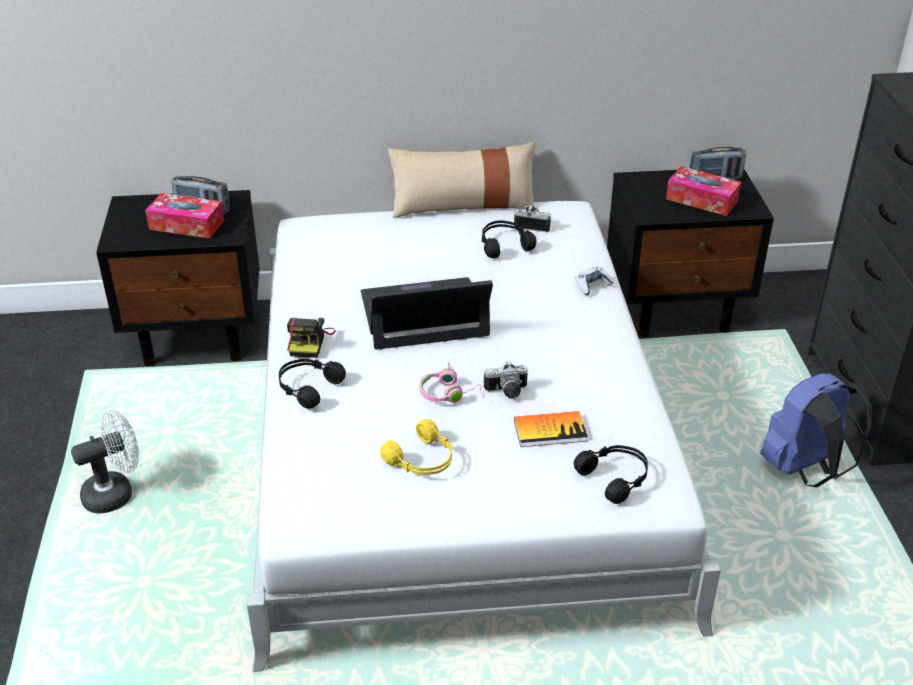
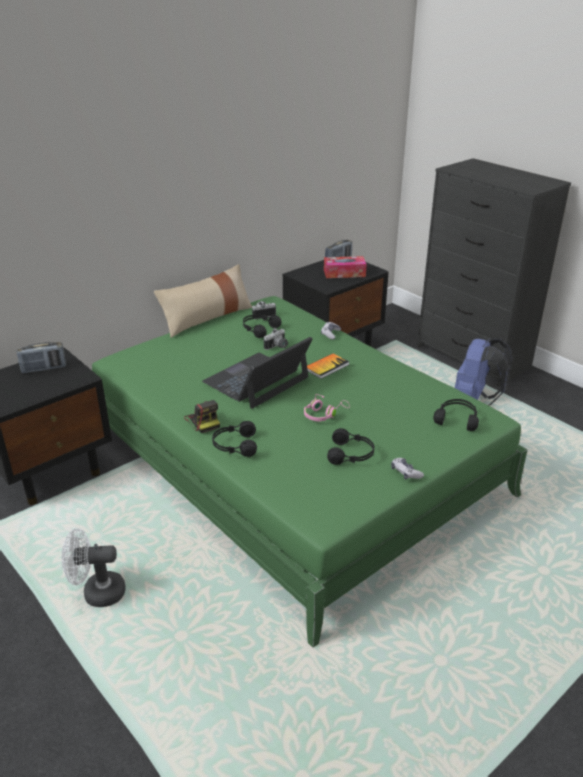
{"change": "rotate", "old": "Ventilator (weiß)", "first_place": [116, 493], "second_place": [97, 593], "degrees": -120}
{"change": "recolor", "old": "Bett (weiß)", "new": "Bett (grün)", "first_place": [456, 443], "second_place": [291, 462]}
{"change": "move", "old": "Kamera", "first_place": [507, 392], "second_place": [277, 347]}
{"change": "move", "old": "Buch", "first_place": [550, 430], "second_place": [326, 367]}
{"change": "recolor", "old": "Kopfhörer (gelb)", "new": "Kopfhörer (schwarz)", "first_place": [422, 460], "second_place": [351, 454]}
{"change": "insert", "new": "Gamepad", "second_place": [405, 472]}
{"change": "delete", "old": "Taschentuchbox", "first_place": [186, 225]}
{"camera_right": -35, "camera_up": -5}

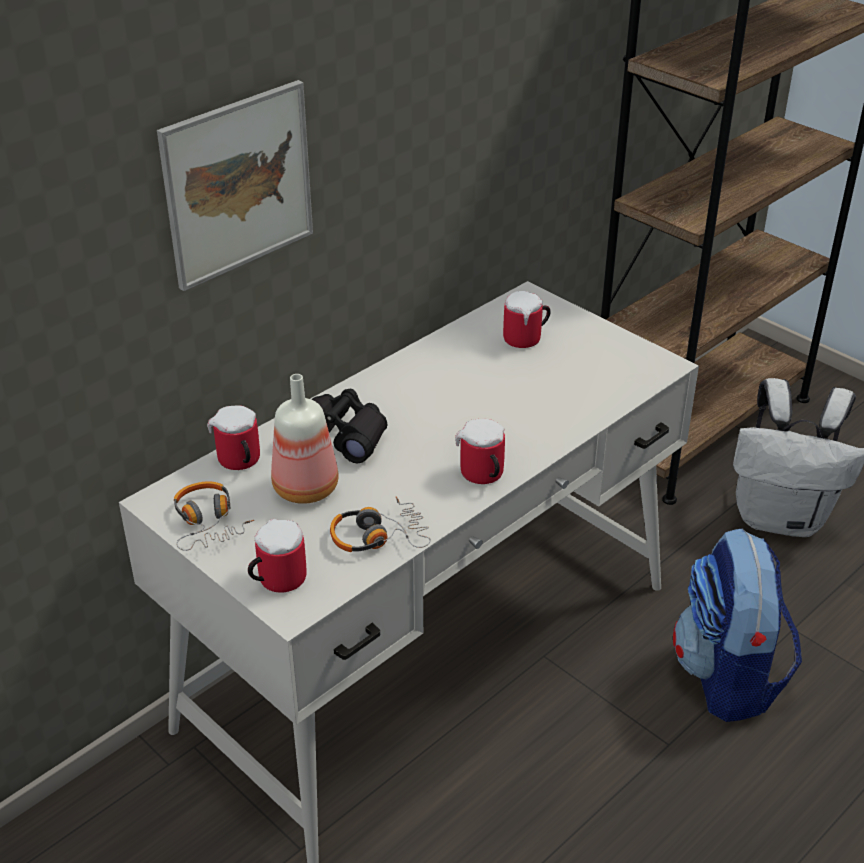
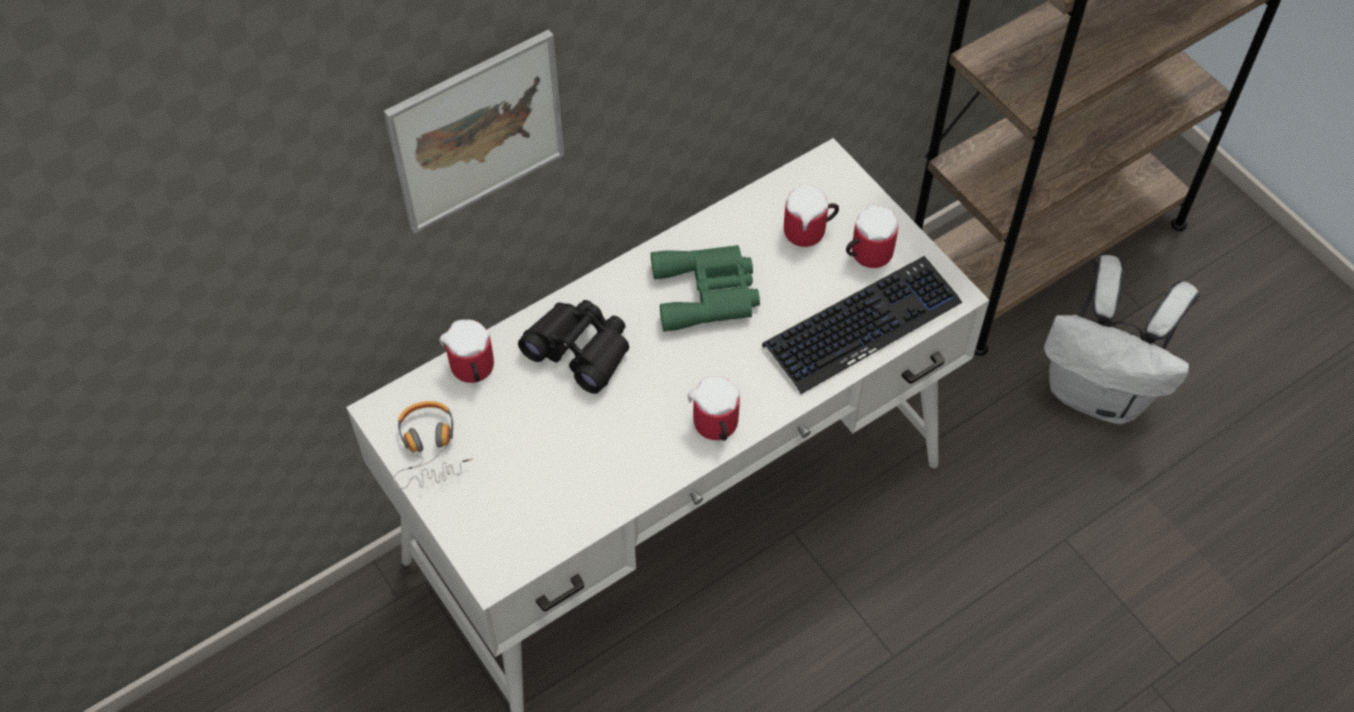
{"change": "insert", "new": "Fernglas (grün)", "second_place": [708, 293]}
{"change": "insert", "new": "Tastatur", "second_place": [862, 325]}
{"change": "move", "old": "Henkelbecher", "first_place": [276, 579], "second_place": [865, 253]}
{"change": "delete", "old": "Flasche", "first_place": [307, 487]}
{"change": "delete", "old": "Kopfhörer", "first_place": [378, 536]}
{"change": "delete", "old": "Rucksack", "first_place": [728, 677]}
{"camera_right": 10, "camera_up": 20}

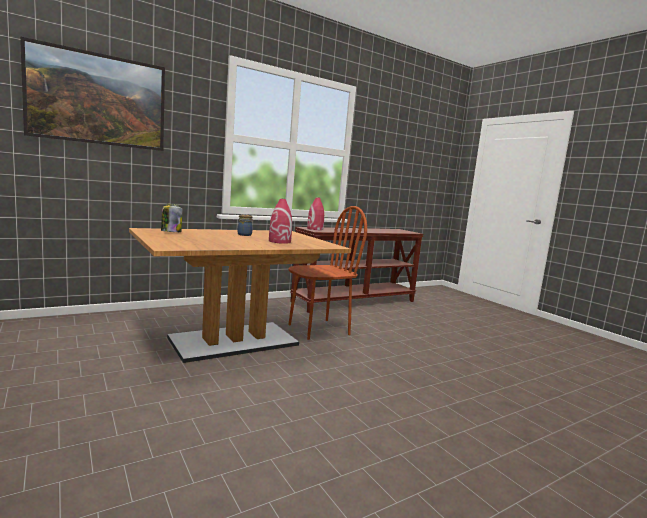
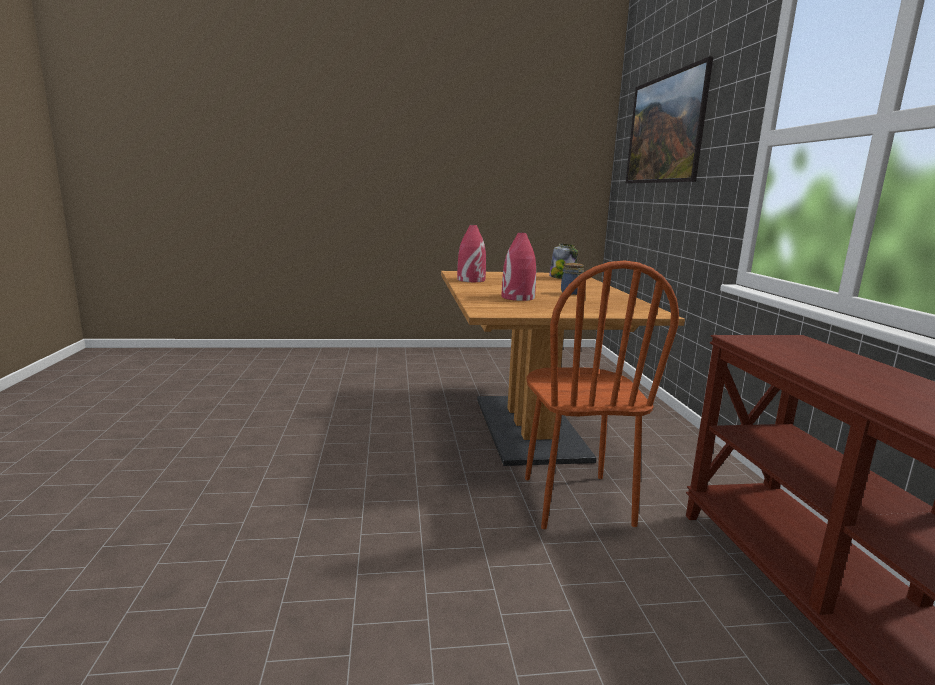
{"change": "move", "old": "Vase (rot)", "first_place": [315, 229], "second_place": [470, 280]}
{"camera_right": 115, "camera_up": 5}

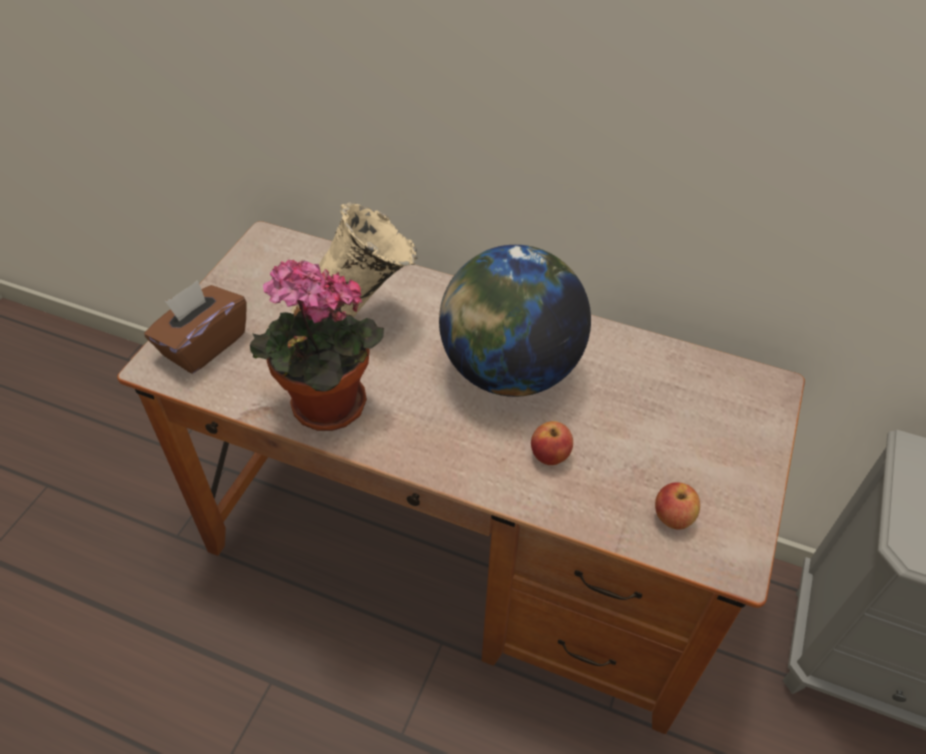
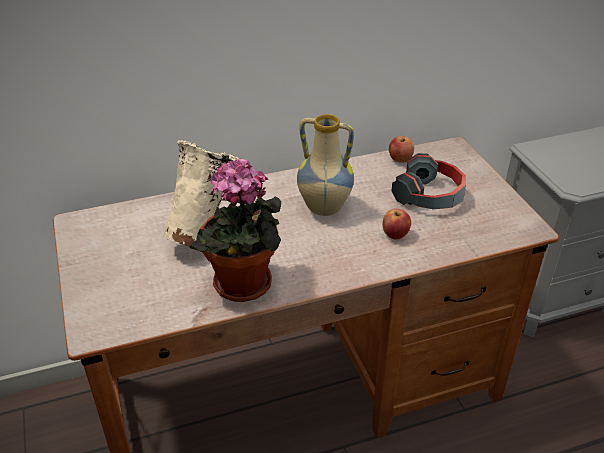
{"change": "replace", "old": "Globus", "new": "Vase", "first_place": [509, 370], "second_place": [323, 209]}
{"change": "move", "old": "Apfel", "first_place": [672, 517], "second_place": [400, 160]}
{"change": "insert", "new": "Kopfhörer", "second_place": [430, 196]}
{"change": "delete", "old": "Taschentuchbox (braun)", "first_place": [203, 344]}
{"camera_right": -40, "camera_up": -10}

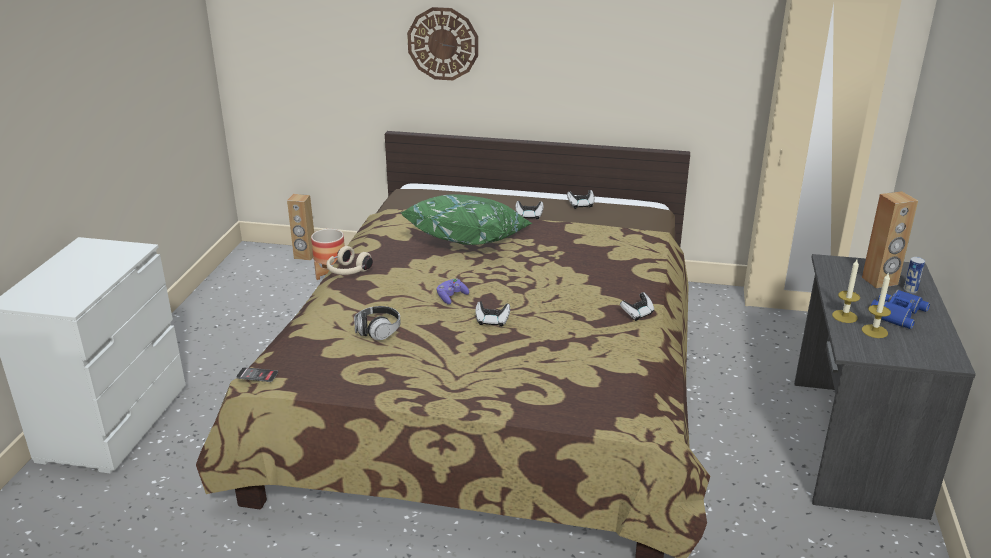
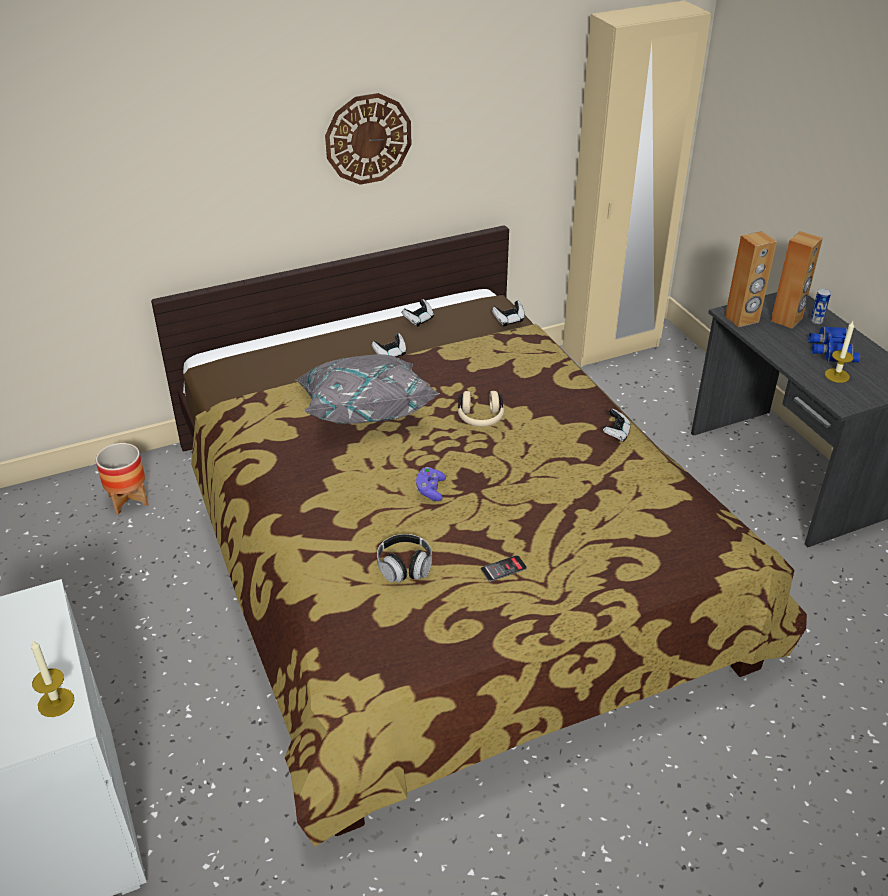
{"change": "move", "old": "Kerze", "first_place": [844, 316], "second_place": [56, 702]}
{"change": "recolor", "old": "Kissen (grün)", "new": "Kissen (grau)", "first_place": [470, 240], "second_place": [364, 409]}
{"change": "move", "old": "Wanduhr", "first_place": [443, 43], "second_place": [368, 139]}
{"change": "move", "old": "Kopfhörer (beige)", "first_place": [348, 271], "second_place": [480, 419]}
{"change": "move", "old": "Handy", "first_place": [257, 375], "second_place": [503, 569]}
{"change": "move", "old": "Gamepad", "first_place": [492, 321], "second_place": [509, 320]}
{"change": "move", "old": "Lautsprecher (braun)", "first_place": [305, 256], "second_place": [742, 319]}
{"camera_right": -35, "camera_up": 10}

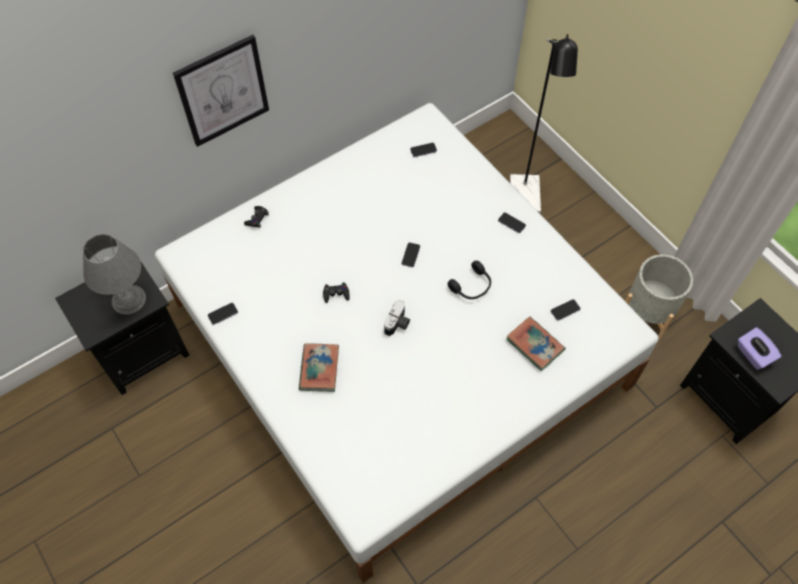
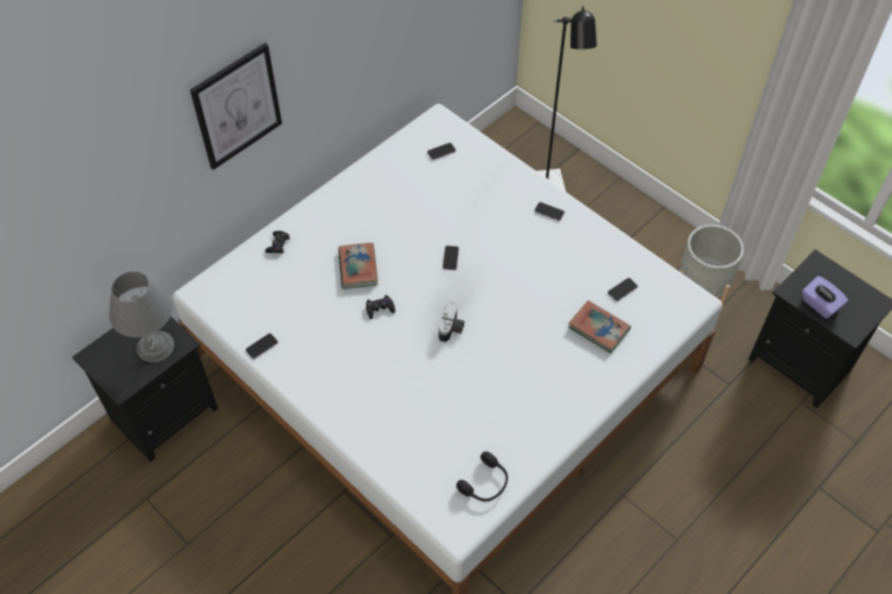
{"change": "move", "old": "Buch", "first_place": [319, 369], "second_place": [358, 268]}
{"change": "move", "old": "Kopfhörer (schwarz)", "first_place": [472, 286], "second_place": [485, 484]}
{"camera_right": -10, "camera_up": -5}

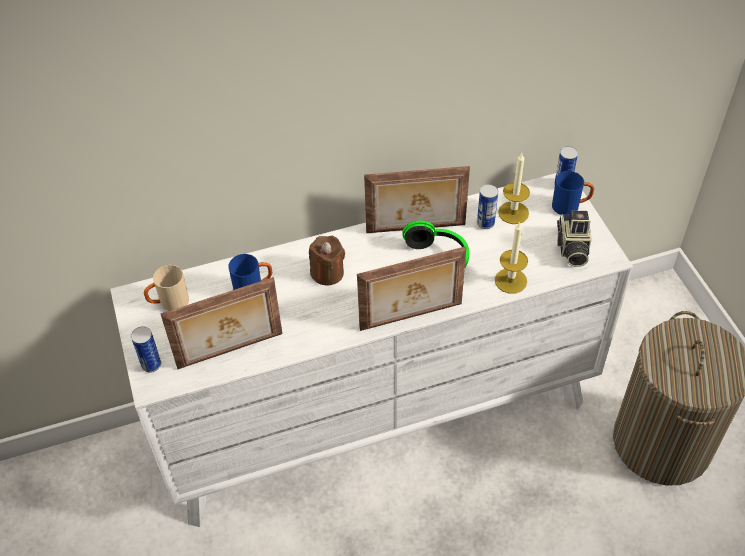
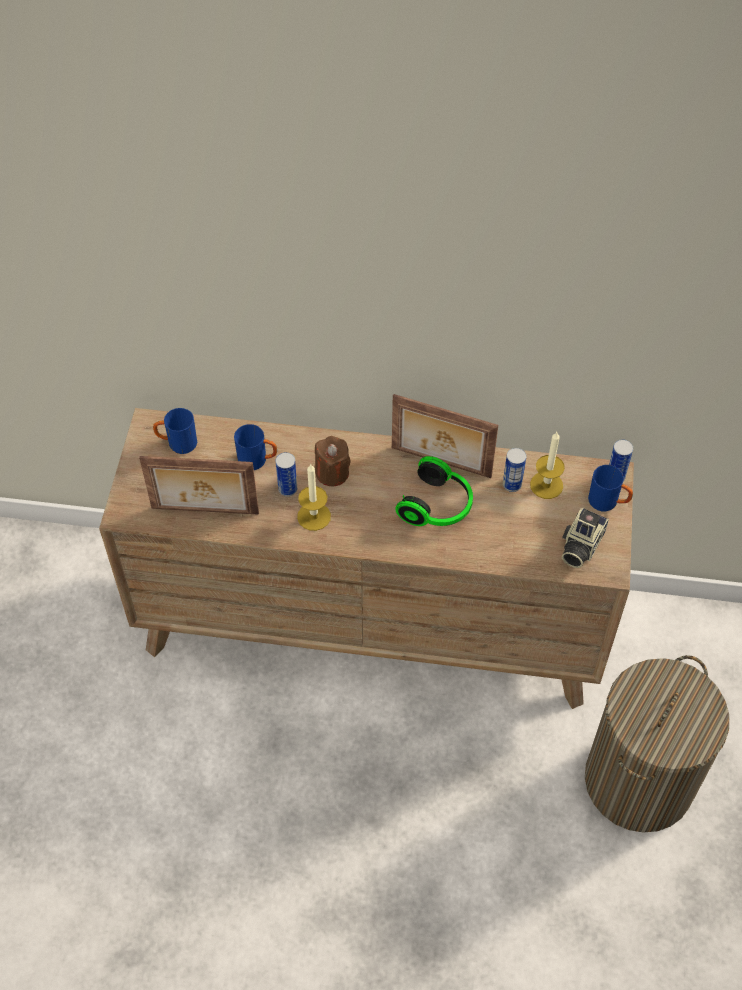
{"change": "recolor", "old": "Kommode (weiß)", "new": "Kommode (braun)", "first_place": [377, 413], "second_place": [371, 624]}
{"change": "recolor", "old": "Henkelbecher (beige)", "new": "Henkelbecher (blau)", "first_place": [169, 303], "second_place": [177, 443]}
{"change": "move", "old": "Dose", "first_place": [151, 365], "second_place": [287, 489]}
{"change": "move", "old": "Kerze", "first_place": [510, 280], "second_place": [314, 516]}
{"change": "delete", "old": "Bilderrahmen", "first_place": [411, 318]}
{"camera_right": 25, "camera_up": 5}

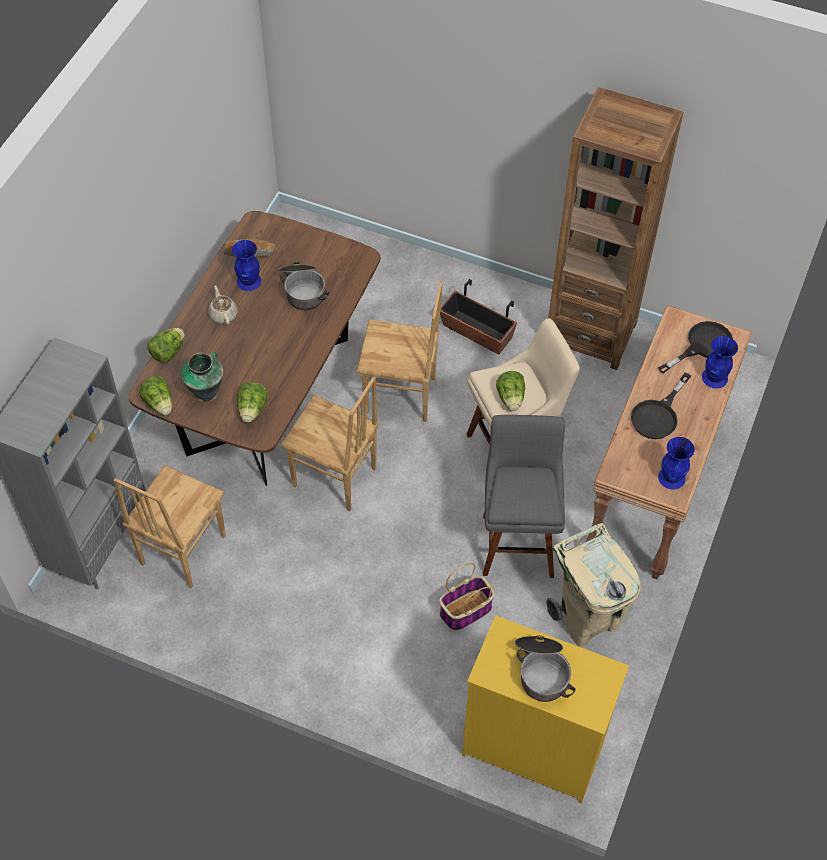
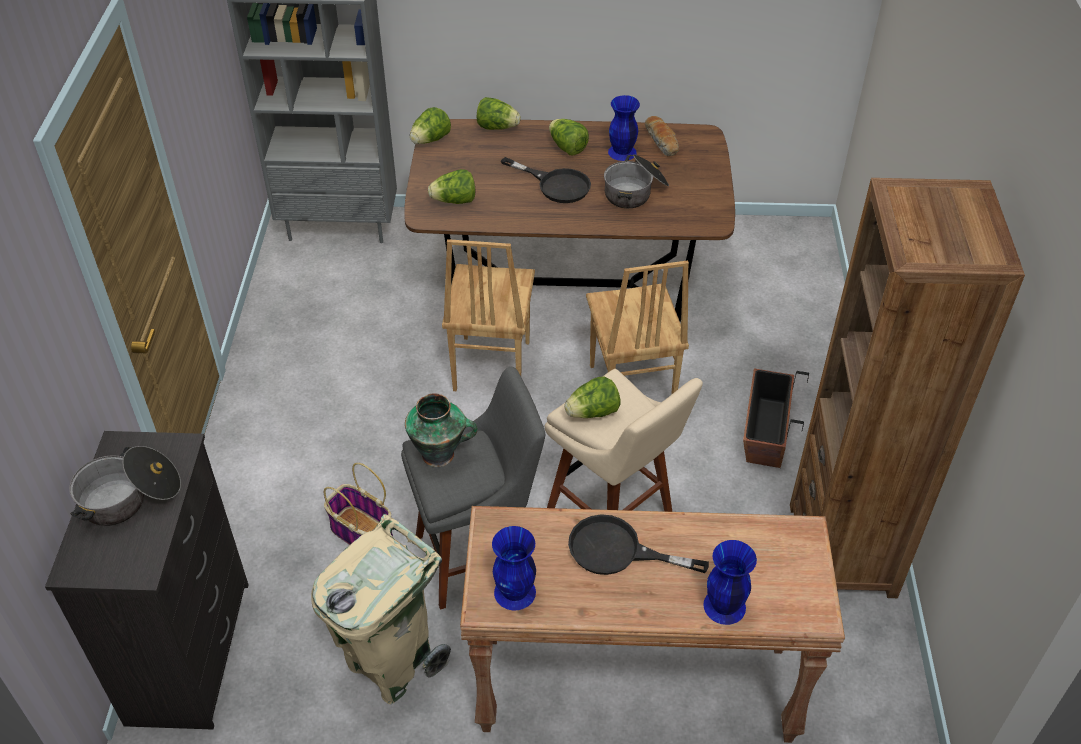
{"change": "recolor", "old": "Kommode (gelb)", "new": "Kommode (schwarz)", "first_place": [531, 748], "second_place": [190, 650]}
{"change": "move", "old": "Vase", "first_place": [207, 392], "second_place": [440, 454]}
{"change": "move", "old": "Pfanne (schwarz)", "first_place": [702, 346], "second_place": [556, 184]}
{"change": "replace", "old": "Teekanne (beige)", "new": "Salatkopf", "first_place": [223, 314], "second_place": [567, 147]}
{"change": "delete", "old": "Stuhl (braun)", "first_place": [181, 550]}
{"camera_right": 70, "camera_up": -10}

